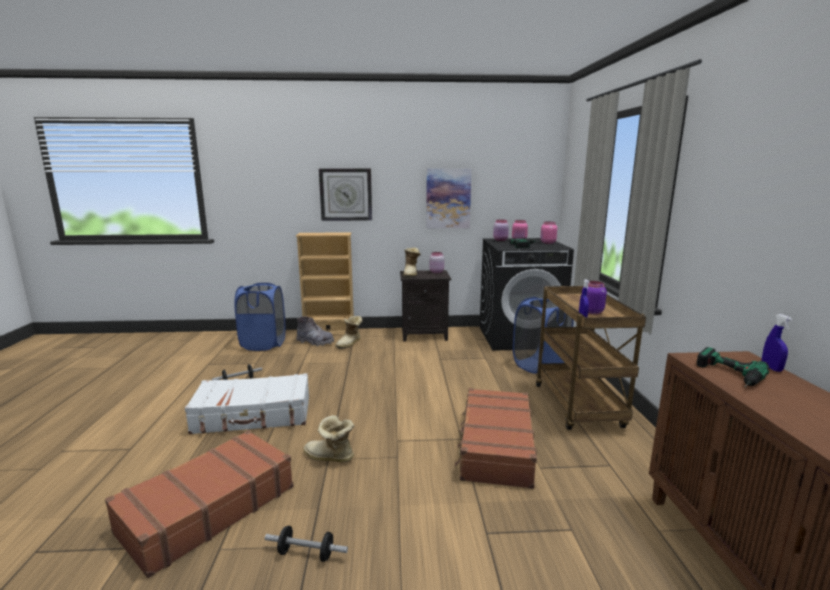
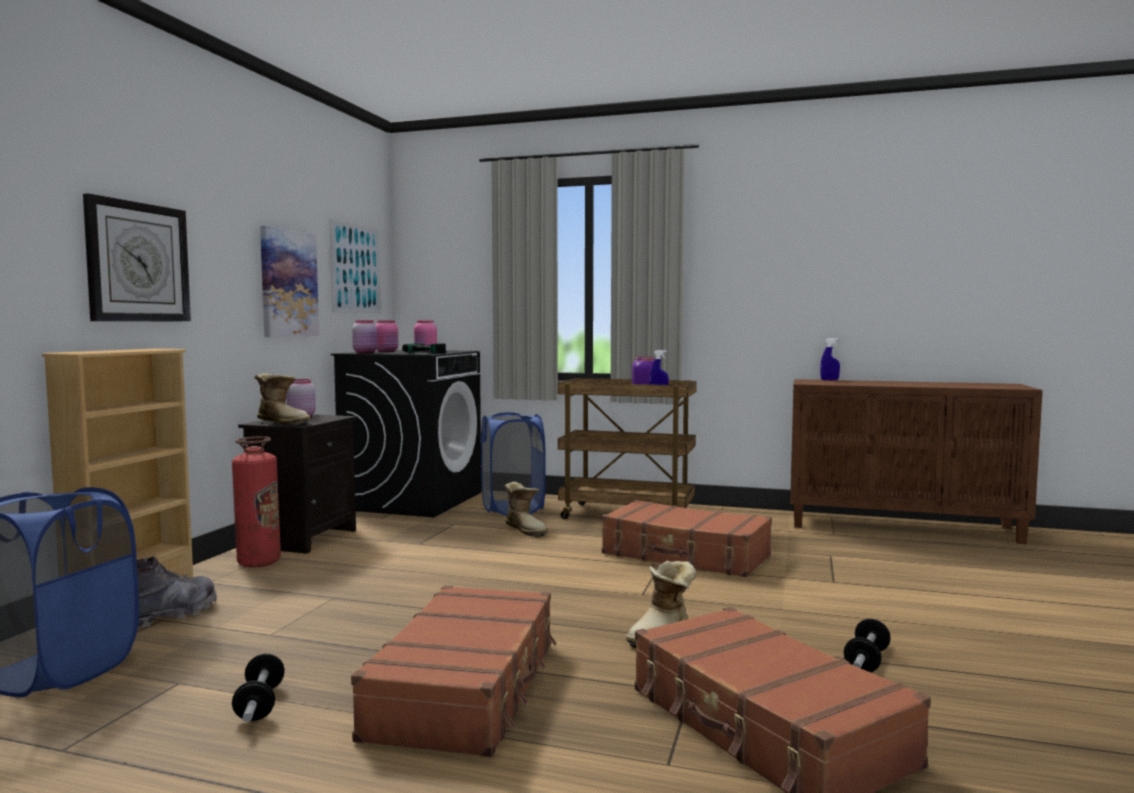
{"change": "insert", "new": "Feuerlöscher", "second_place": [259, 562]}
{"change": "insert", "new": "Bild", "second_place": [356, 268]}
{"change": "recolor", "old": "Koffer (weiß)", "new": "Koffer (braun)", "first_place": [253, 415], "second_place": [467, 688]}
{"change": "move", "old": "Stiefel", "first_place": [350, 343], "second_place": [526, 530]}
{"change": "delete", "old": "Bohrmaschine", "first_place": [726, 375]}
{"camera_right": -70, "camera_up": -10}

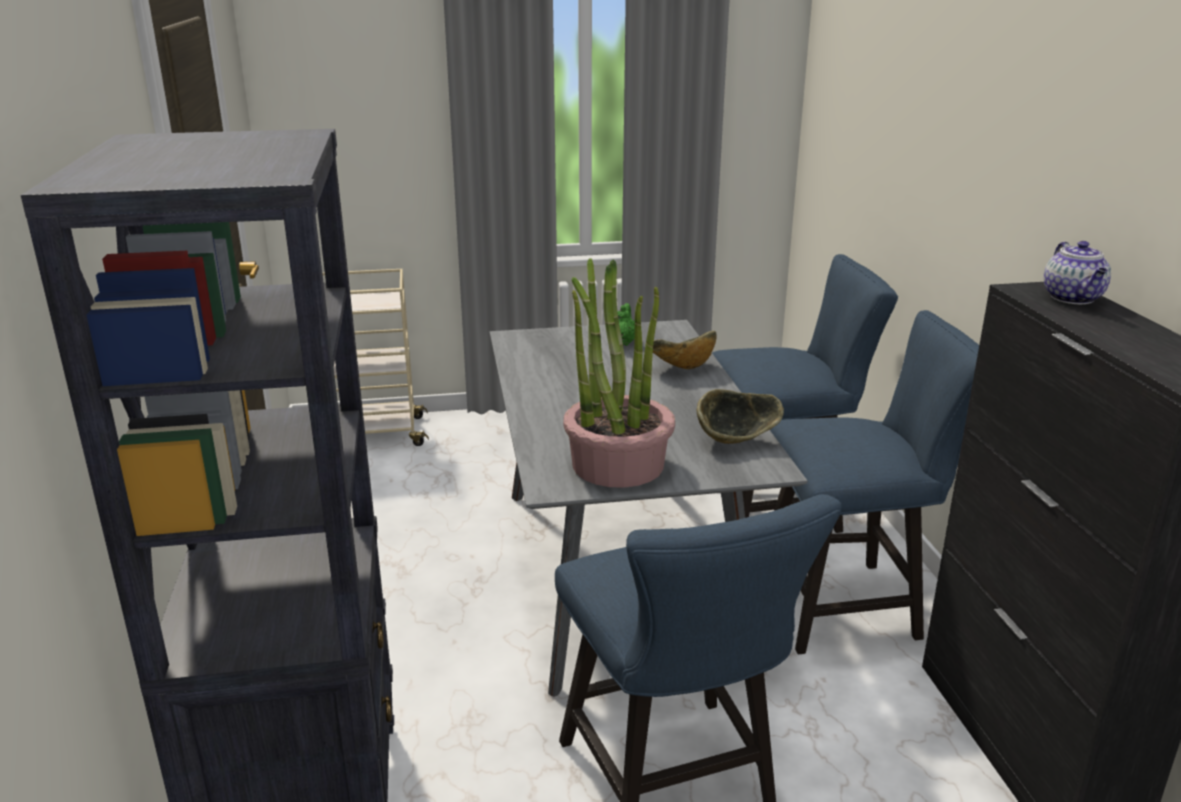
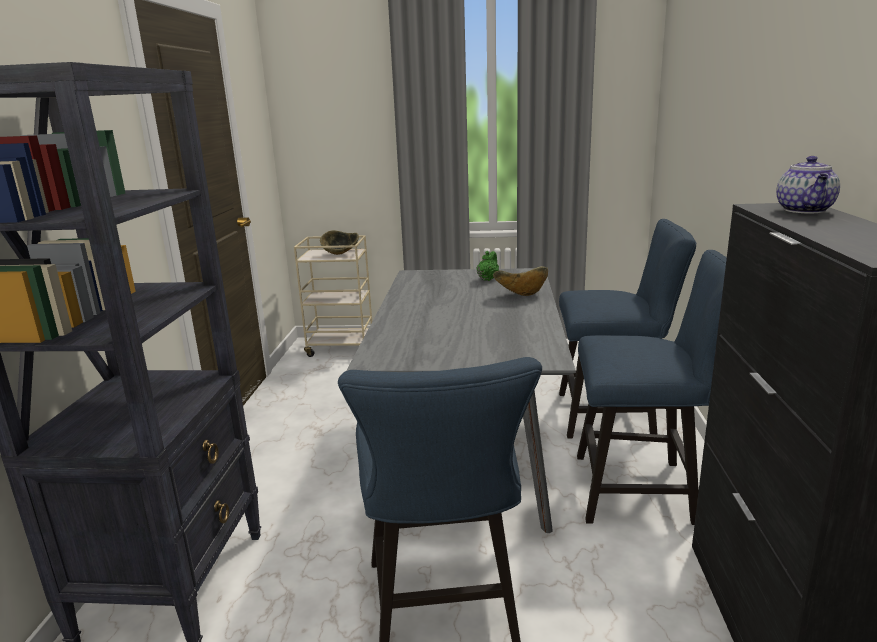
{"change": "move", "old": "Schüssel", "first_place": [735, 441], "second_place": [340, 254]}
{"change": "delete", "old": "Topfpflanze", "first_place": [617, 464]}
{"camera_right": 15, "camera_up": -5}

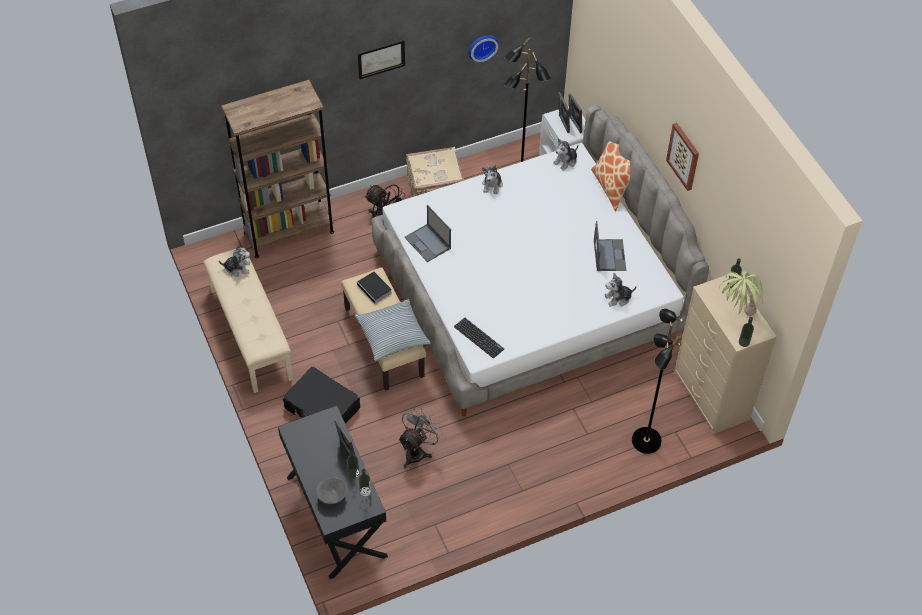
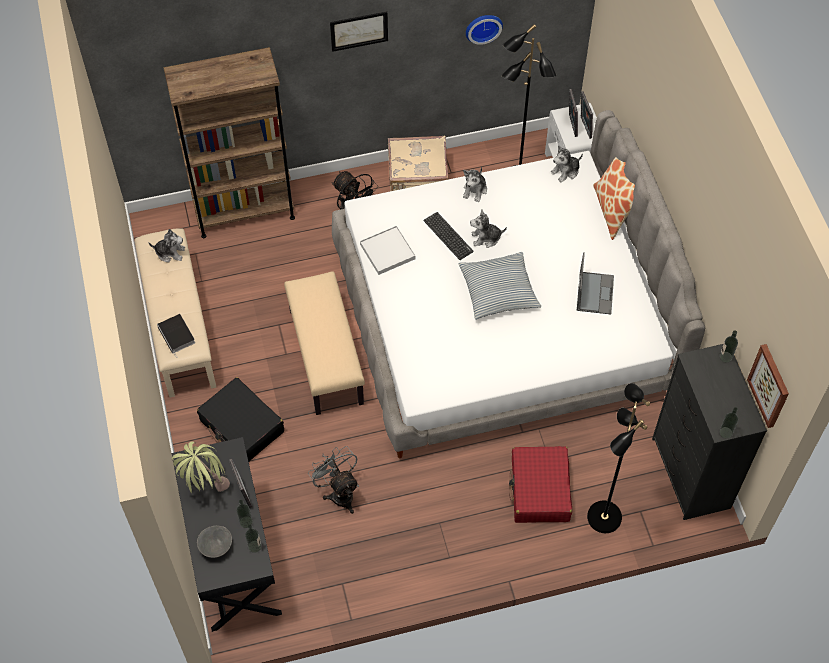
{"change": "move", "old": "Buch", "first_place": [375, 289], "second_place": [177, 336]}
{"change": "move", "old": "Topfpflanze", "first_place": [735, 315], "second_place": [205, 488]}
{"change": "rotate", "old": "Ventilator (grau)", "first_place": [417, 451], "second_place": [339, 492], "degrees": -75}
{"change": "replace", "old": "Laptop", "new": "Tablett (weiß)", "first_place": [428, 243], "second_place": [387, 251]}
{"change": "move", "old": "Tastatur", "first_place": [478, 338], "second_place": [448, 236]}
{"change": "move", "old": "Kissen", "first_place": [392, 334], "second_place": [498, 291]}
{"change": "move", "old": "Plüschtier", "first_place": [618, 298], "second_place": [486, 238]}
{"change": "insert", "new": "Koffer (rot)", "second_place": [539, 490]}
{"change": "recolor", "old": "Kommode (beige)", "new": "Kommode (schwarz)", "first_place": [711, 396], "second_place": [691, 474]}
{"change": "move", "old": "Bild", "first_place": [684, 156], "second_place": [770, 385]}
{"camera_right": 10, "camera_up": 5}

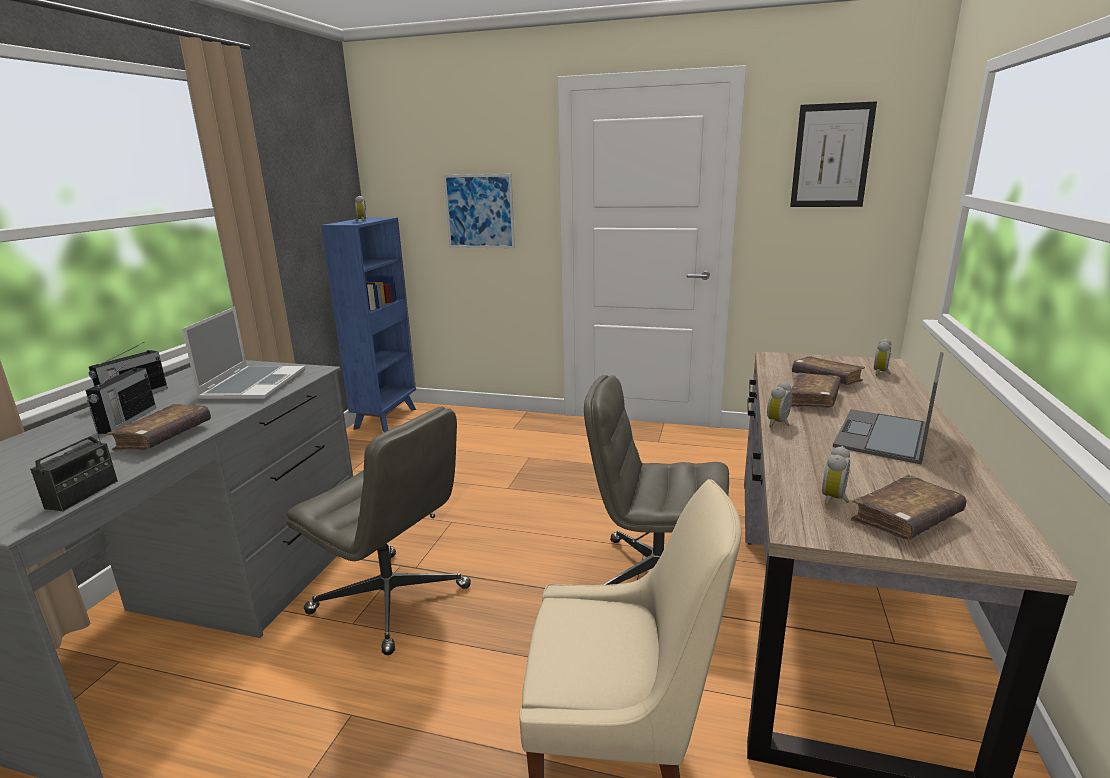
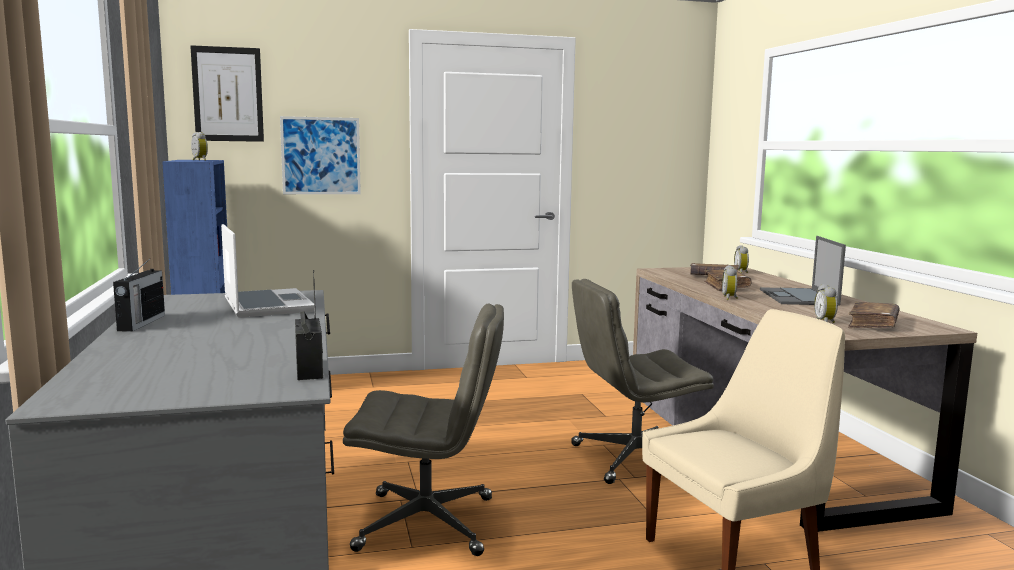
{"change": "move", "old": "Bild", "first_place": [831, 156], "second_place": [228, 94]}
{"change": "delete", "old": "Radio", "first_place": [127, 420]}
{"change": "delete", "old": "Buch (braun)", "first_place": [164, 437]}
{"camera_right": -30, "camera_up": -10}

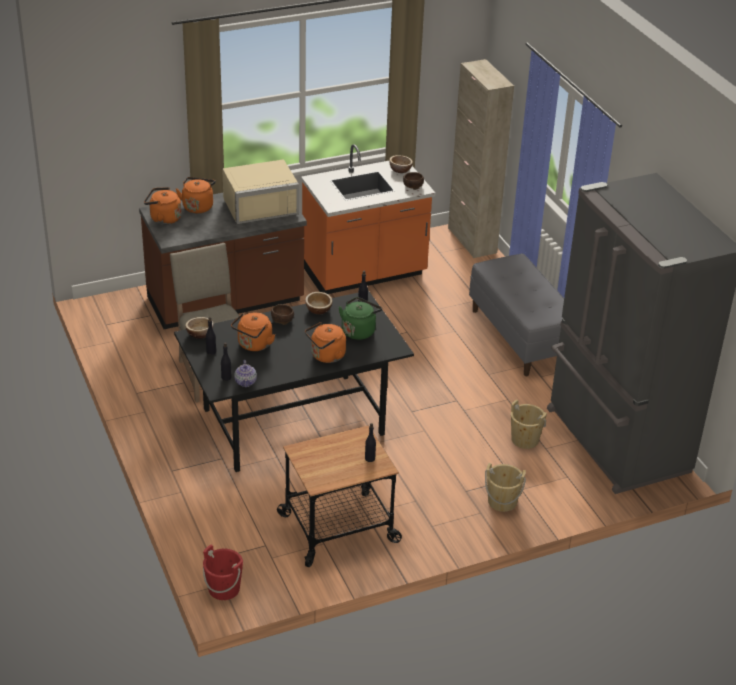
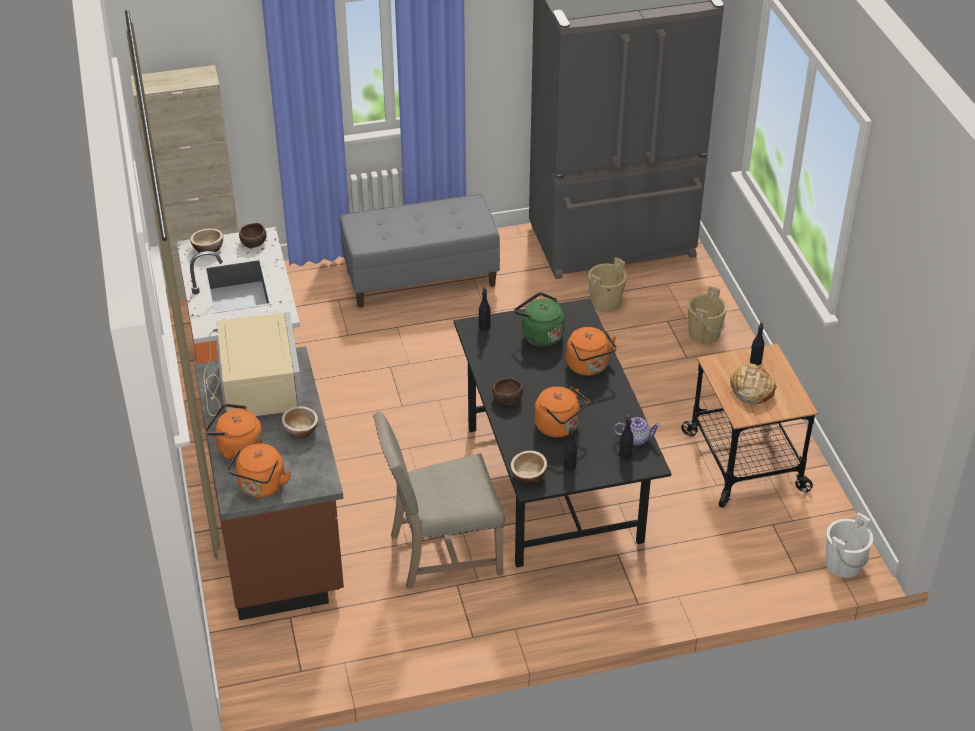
{"change": "move", "old": "Schüssel", "first_place": [318, 309], "second_place": [300, 430]}
{"change": "insert", "new": "Brot", "second_place": [751, 390]}
{"change": "recolor", "old": "Eimer (rot)", "new": "Eimer (weiß)", "first_place": [224, 588], "second_place": [843, 564]}
{"camera_right": -80, "camera_up": 5}

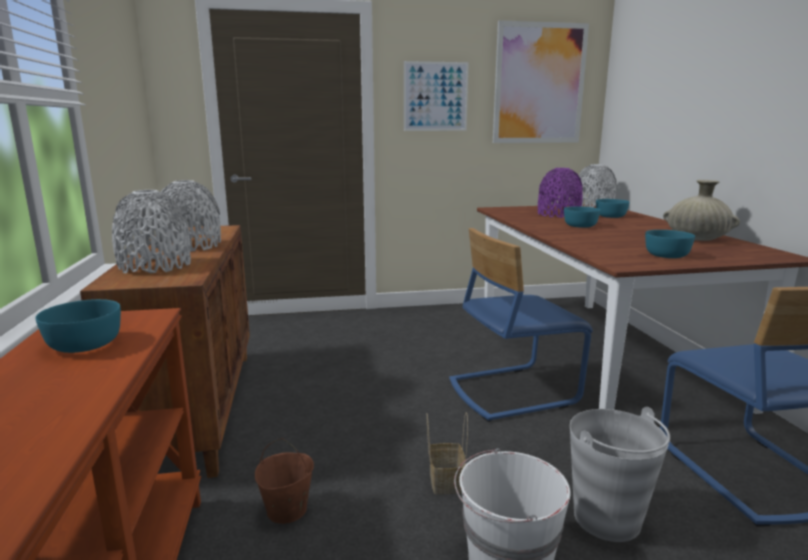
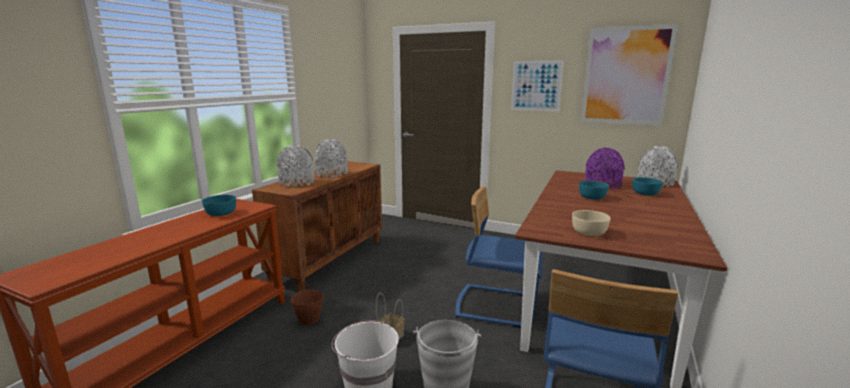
{"change": "recolor", "old": "Schüssel (türkis)", "new": "Schüssel (beige)", "first_place": [667, 255], "second_place": [589, 232]}
{"change": "delete", "old": "Vase (beige)", "first_place": [697, 239]}
{"camera_right": 35, "camera_up": 0}

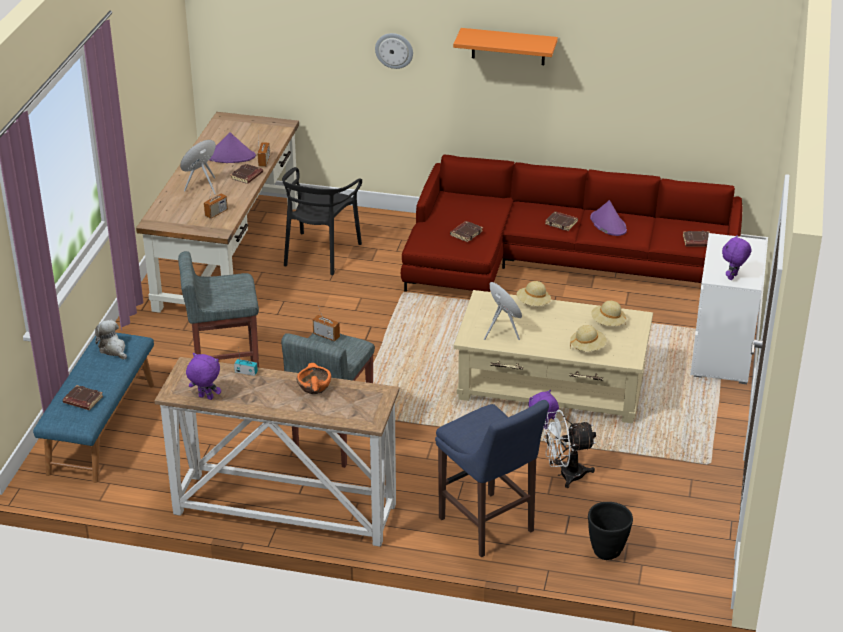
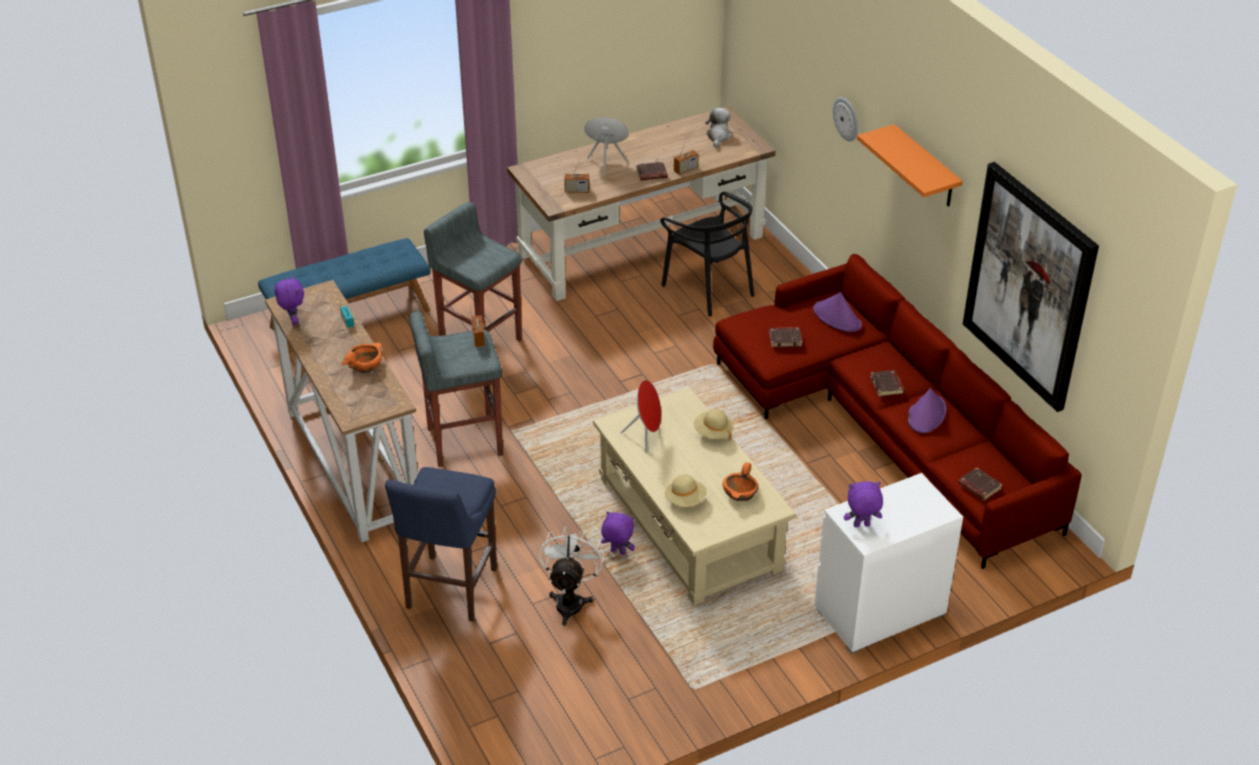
{"change": "rotate", "old": "Ventilator (weiß)", "first_place": [565, 475], "second_place": [570, 600], "degrees": 60}
{"change": "rotate", "old": "Stuhl (schwarz)", "first_place": [320, 253], "second_place": [709, 288], "degrees": -105}
{"change": "move", "old": "Plüschtier", "first_place": [113, 349], "second_place": [718, 136]}
{"change": "replace", "old": "Hut (beige)", "new": "Schüssel (orange)", "first_place": [608, 323], "second_place": [740, 493]}
{"change": "move", "old": "Hut (lila)", "first_place": [231, 156], "second_place": [837, 317]}
{"change": "insert", "new": "Bild", "second_place": [1029, 286]}
{"change": "delete", "old": "Buch (braun)", "first_place": [82, 400]}
{"change": "delete", "old": "Pflanzkübel (schwarz)", "first_place": [607, 551]}
{"camera_right": 50, "camera_up": 5}

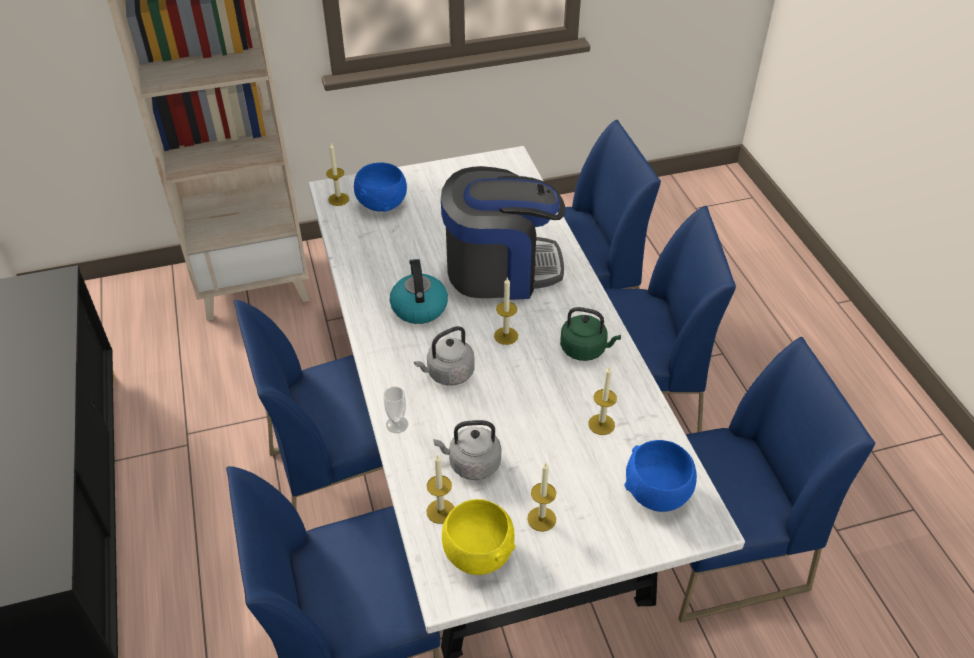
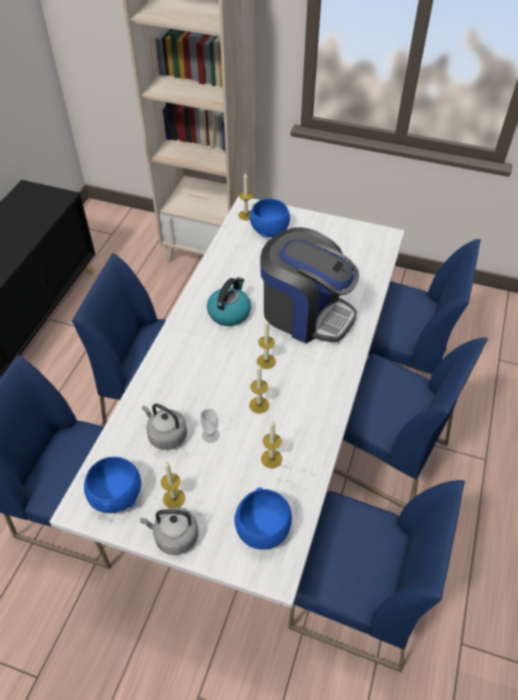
{"change": "recolor", "old": "Schüssel (gelb)", "new": "Schüssel (blau)", "first_place": [477, 553], "second_place": [117, 495]}
{"change": "move", "old": "Wasserkessel (grau)", "first_place": [448, 374], "second_place": [174, 537]}
{"change": "move", "old": "Tasse", "first_place": [397, 424], "second_place": [210, 435]}
{"change": "move", "old": "Kerze", "first_place": [440, 511], "second_place": [259, 405]}
{"change": "delete", "old": "Wasserkessel (grün)", "first_place": [585, 349]}
{"camera_right": 35, "camera_up": 5}

